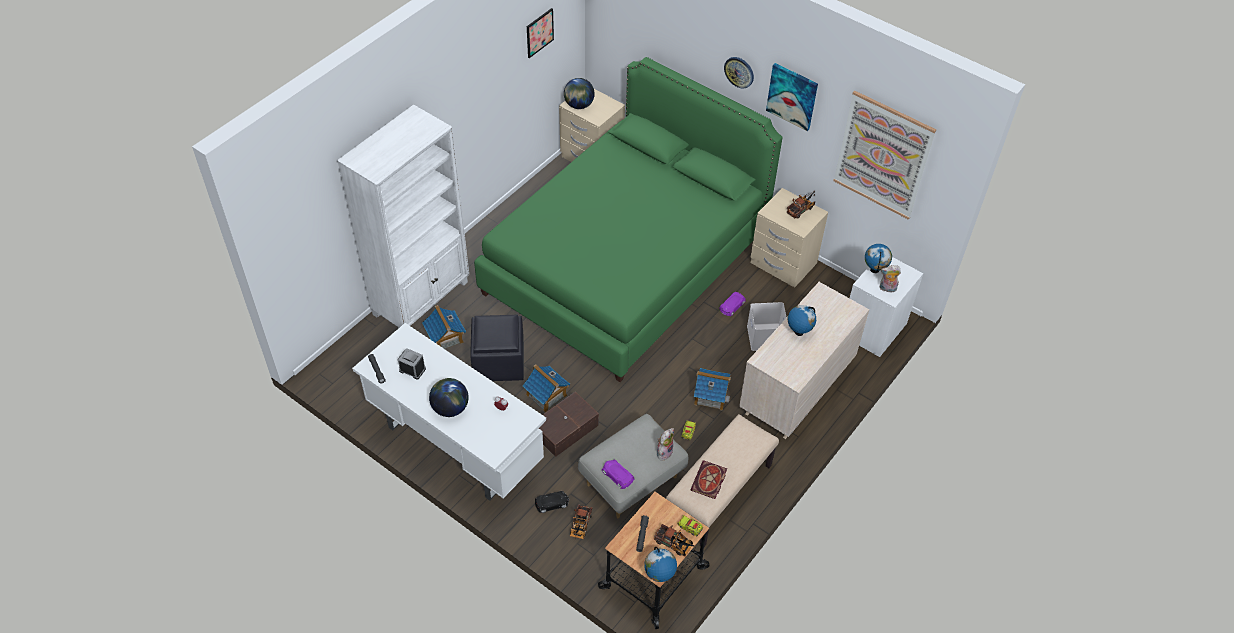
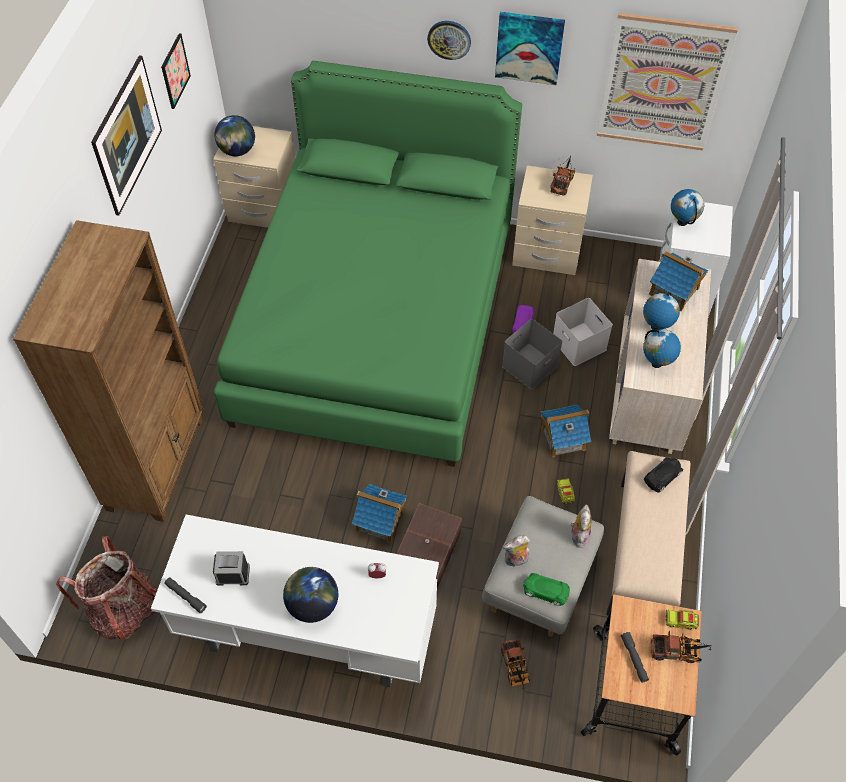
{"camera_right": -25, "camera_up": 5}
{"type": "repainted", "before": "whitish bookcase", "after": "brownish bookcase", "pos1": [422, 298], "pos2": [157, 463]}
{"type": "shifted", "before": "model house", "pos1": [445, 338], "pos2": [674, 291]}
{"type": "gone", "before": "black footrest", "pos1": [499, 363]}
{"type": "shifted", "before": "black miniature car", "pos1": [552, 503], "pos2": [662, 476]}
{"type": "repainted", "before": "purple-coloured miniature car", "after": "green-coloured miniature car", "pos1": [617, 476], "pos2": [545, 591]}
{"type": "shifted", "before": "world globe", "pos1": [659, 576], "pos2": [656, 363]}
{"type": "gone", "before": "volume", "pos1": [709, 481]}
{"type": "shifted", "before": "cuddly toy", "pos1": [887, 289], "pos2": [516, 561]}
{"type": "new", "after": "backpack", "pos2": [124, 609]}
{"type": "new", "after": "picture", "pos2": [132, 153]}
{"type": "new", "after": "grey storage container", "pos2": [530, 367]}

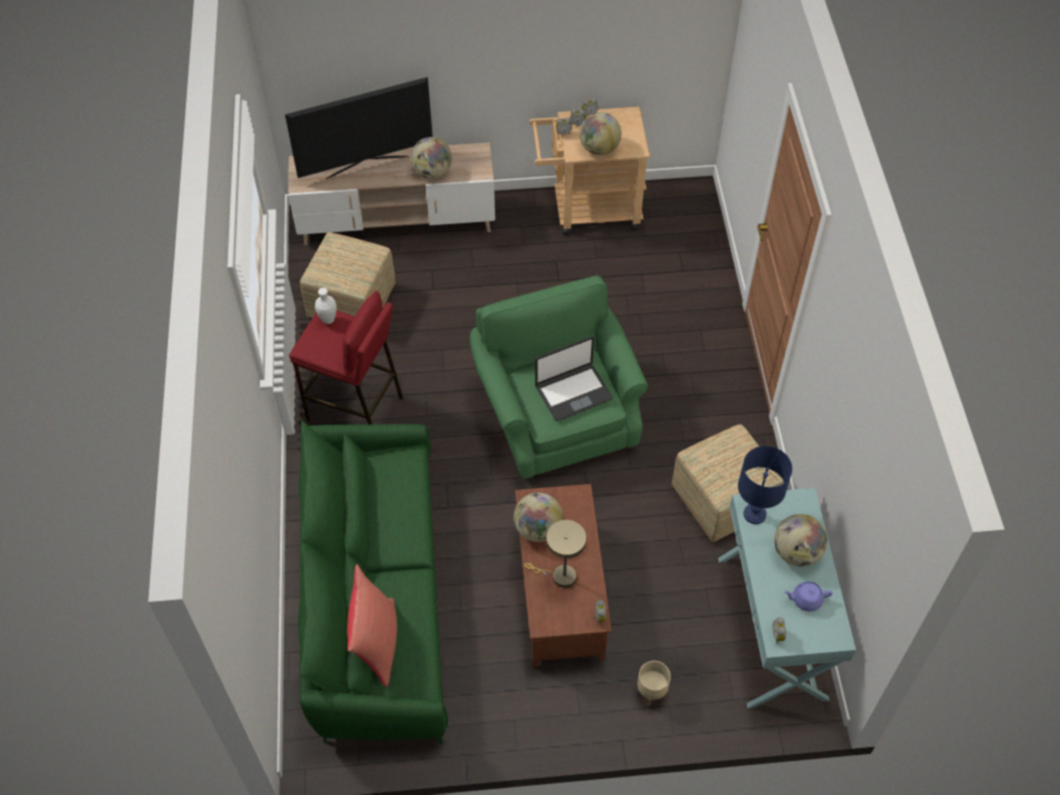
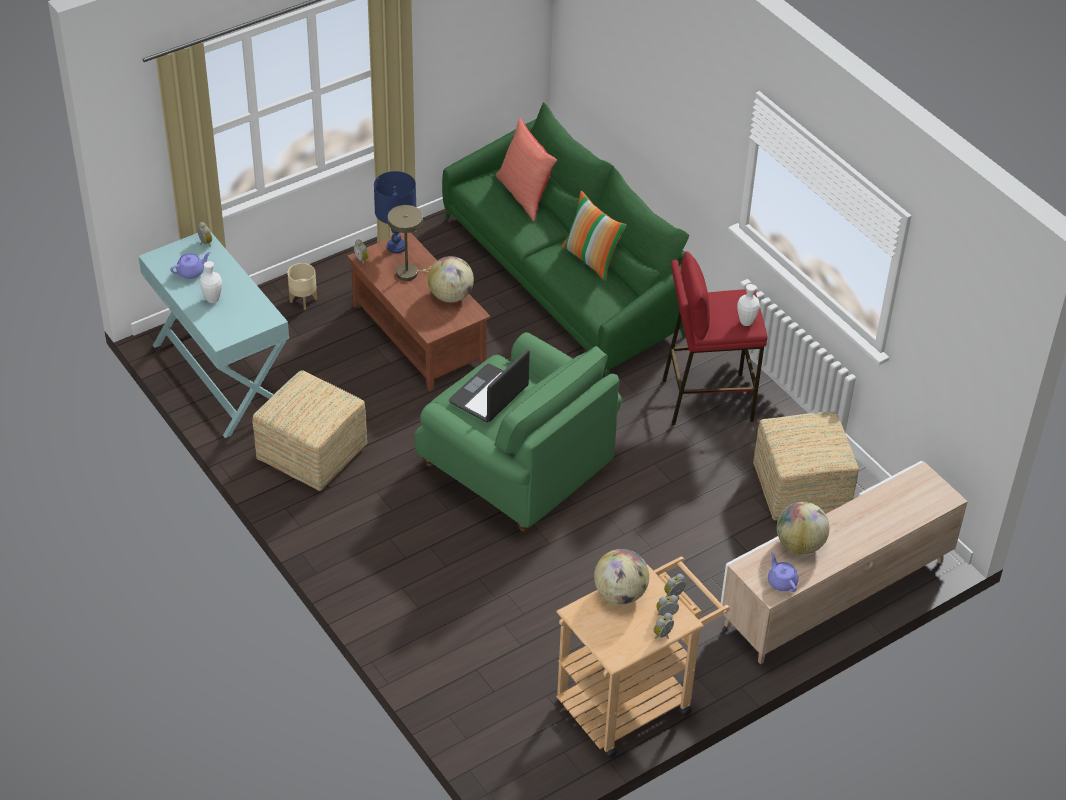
{"camera_right": 150, "camera_up": -10}
{"type": "gone", "before": "TV set", "pos1": [366, 166]}
{"type": "shifted", "before": "bluish tabletop lamp", "pos1": [754, 514], "pos2": [396, 246]}
{"type": "swapped", "before": "world globe", "after": "whitish flower vase", "pos1": [796, 552], "pos2": [212, 299]}
{"type": "new", "after": "cushion", "pos2": [591, 260]}
{"type": "new", "after": "purple-coloured tea pot", "pos2": [781, 581]}

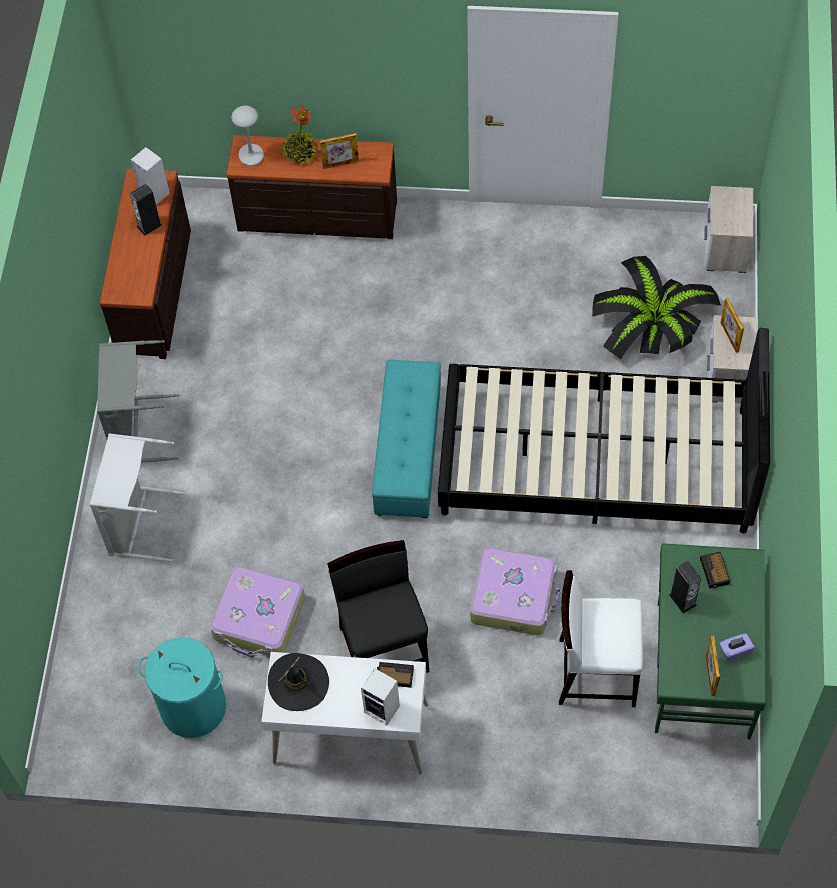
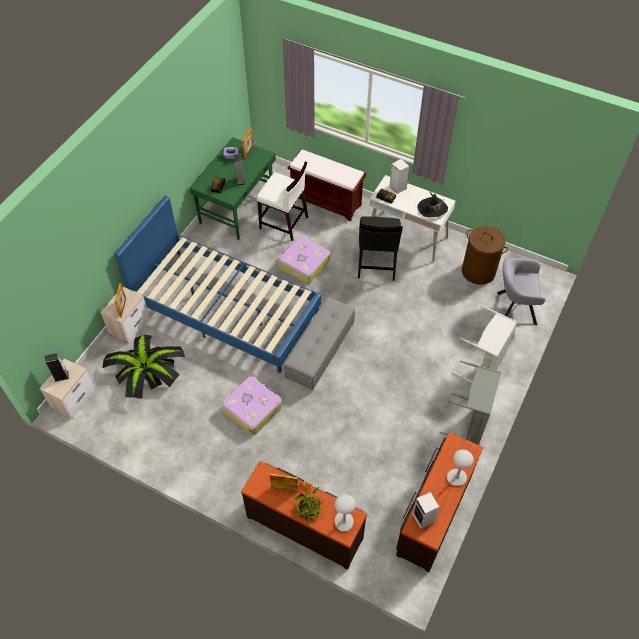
{"camera_right": -160, "camera_up": -5}
{"type": "shifted", "before": "audio speaker", "pos1": [149, 225], "pos2": [61, 376]}
{"type": "repainted", "before": "blue-green washing basket", "after": "brownish washing basket", "pos1": [193, 707], "pos2": [478, 271]}
{"type": "shifted", "before": "suitcase", "pos1": [259, 619], "pos2": [252, 408]}
{"type": "repainted", "before": "blue-green footrest", "after": "grey footrest", "pos1": [409, 451], "pos2": [320, 350]}
{"type": "repainted", "before": "black sleeping bed", "after": "bluish sleeping bed", "pos1": [597, 462], "pos2": [226, 309]}
{"type": "new", "after": "brownish bench", "pos2": [327, 201]}
{"type": "new", "after": "grey tabletop lamp", "pos2": [456, 477]}
{"type": "new", "after": "grey easy chair", "pos2": [513, 308]}

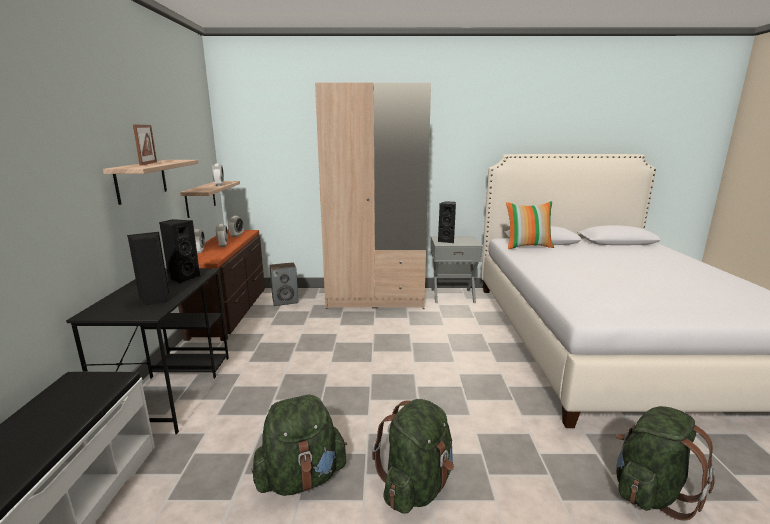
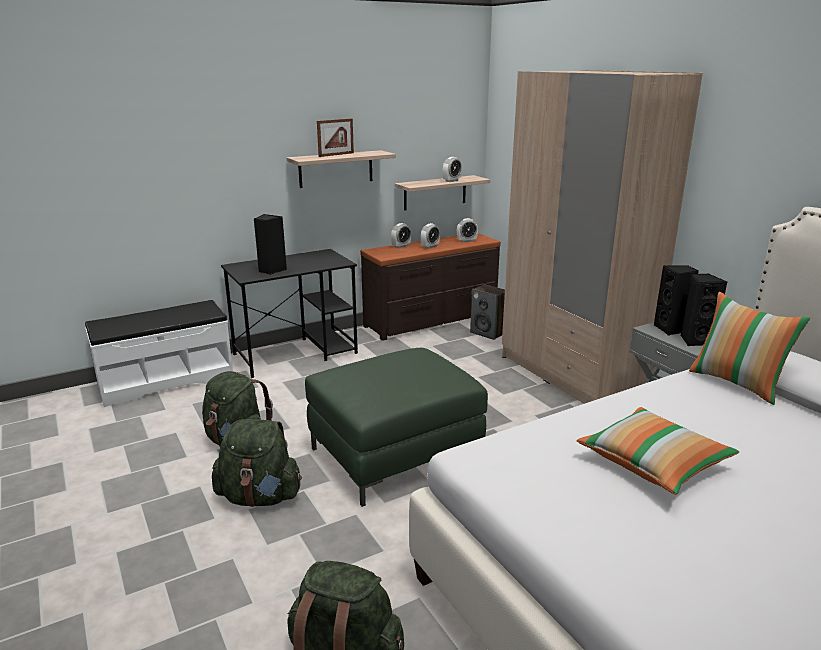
{"camera_right": 60, "camera_up": 5}
{"type": "shifted", "before": "black audio speaker", "pos1": [183, 278], "pos2": [695, 341]}
{"type": "new", "after": "green-coloured footrest", "pos2": [395, 455]}
{"type": "new", "after": "cushion", "pos2": [653, 464]}

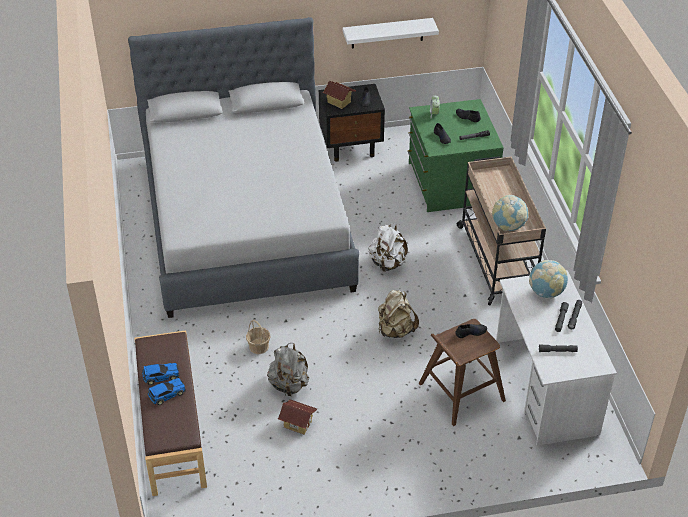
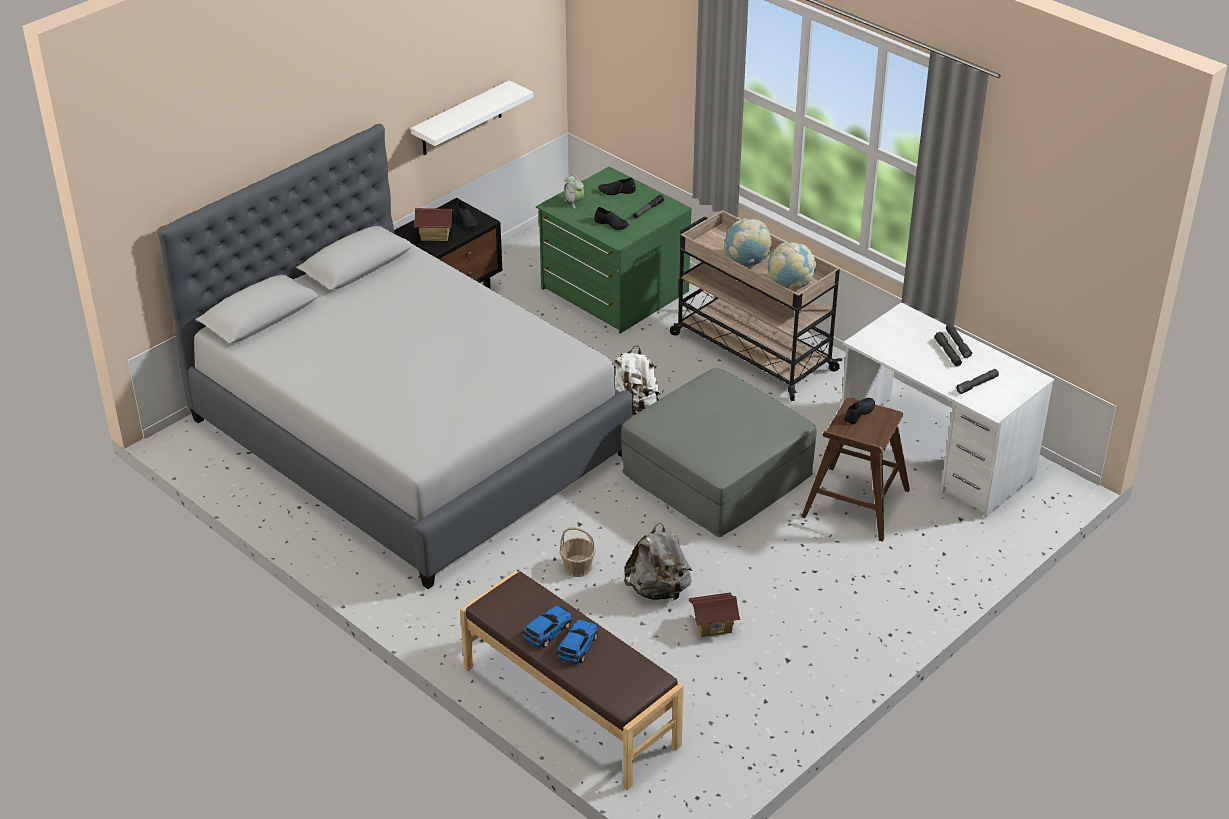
{"camera_right": -35, "camera_up": -5}
{"type": "swapped", "before": "beige-coloured backpack", "after": "grey footrest", "pos1": [395, 330], "pos2": [717, 474]}
{"type": "shifted", "before": "world globe", "pos1": [546, 292], "pos2": [747, 262]}

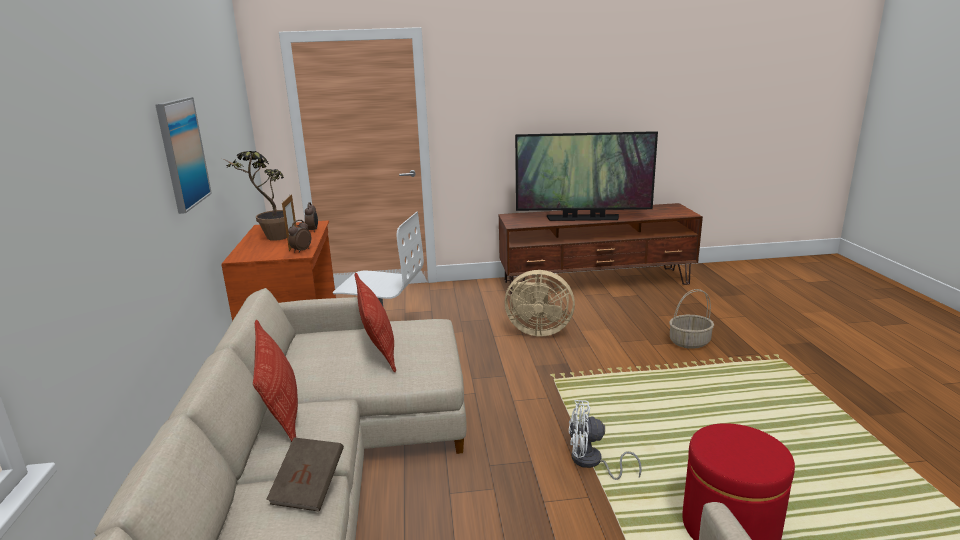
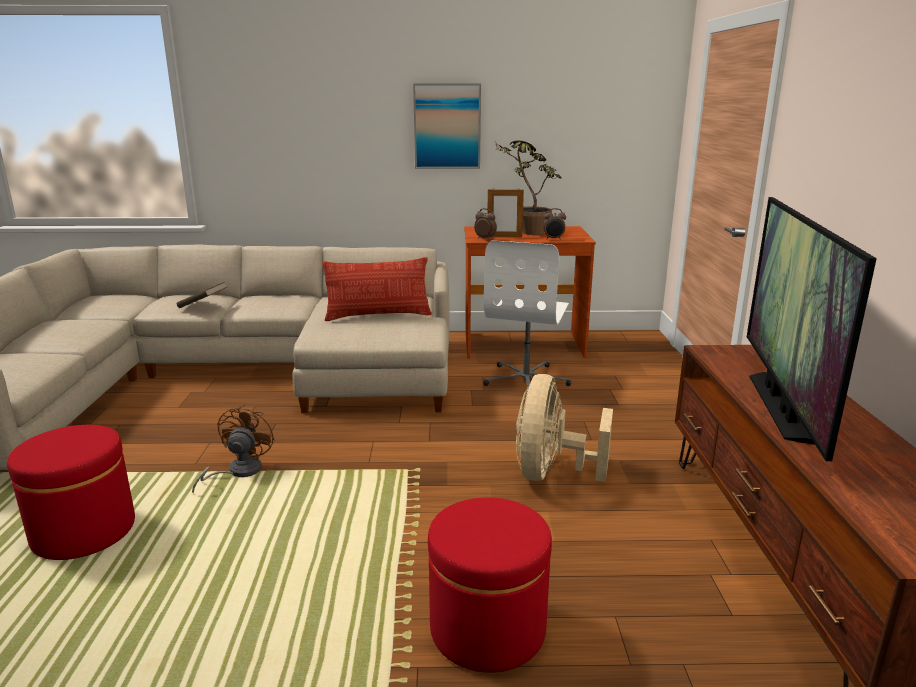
{"camera_right": 95, "camera_up": 0}
{"type": "gone", "before": "cushion", "pos1": [281, 409]}
{"type": "repainted", "before": "whitish cooling fan", "after": "brownish cooling fan", "pos1": [592, 462], "pos2": [238, 472]}
{"type": "swapped", "before": "household basket", "after": "red-coloured footrest", "pos1": [689, 342], "pos2": [487, 629]}

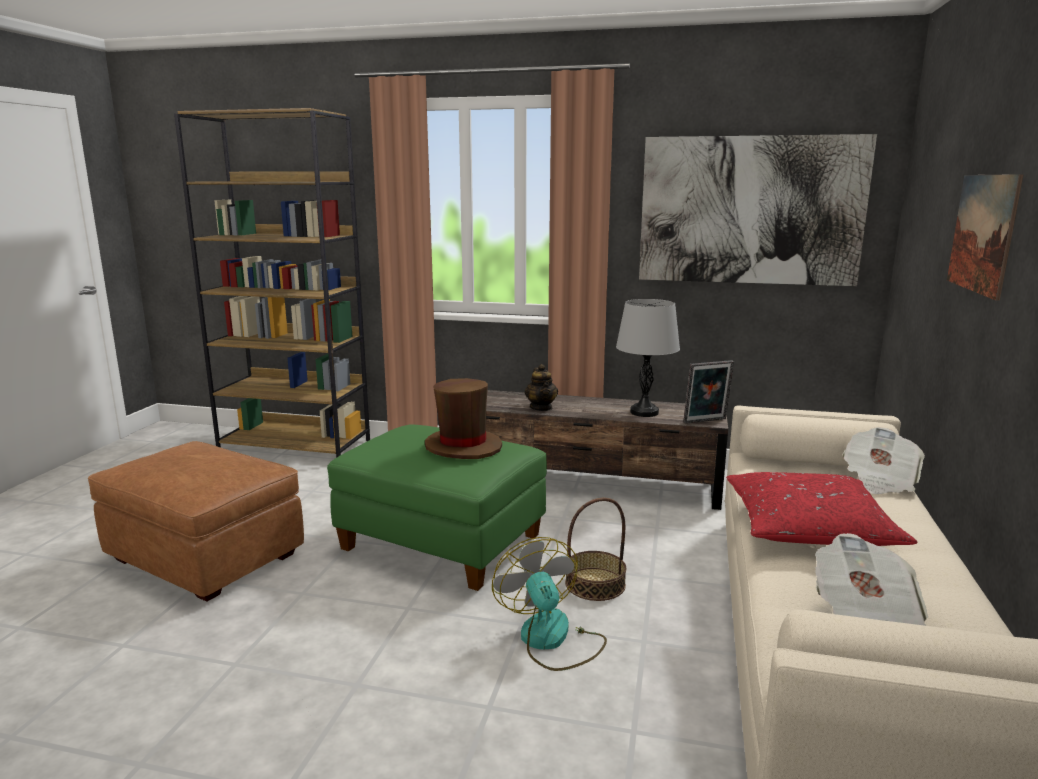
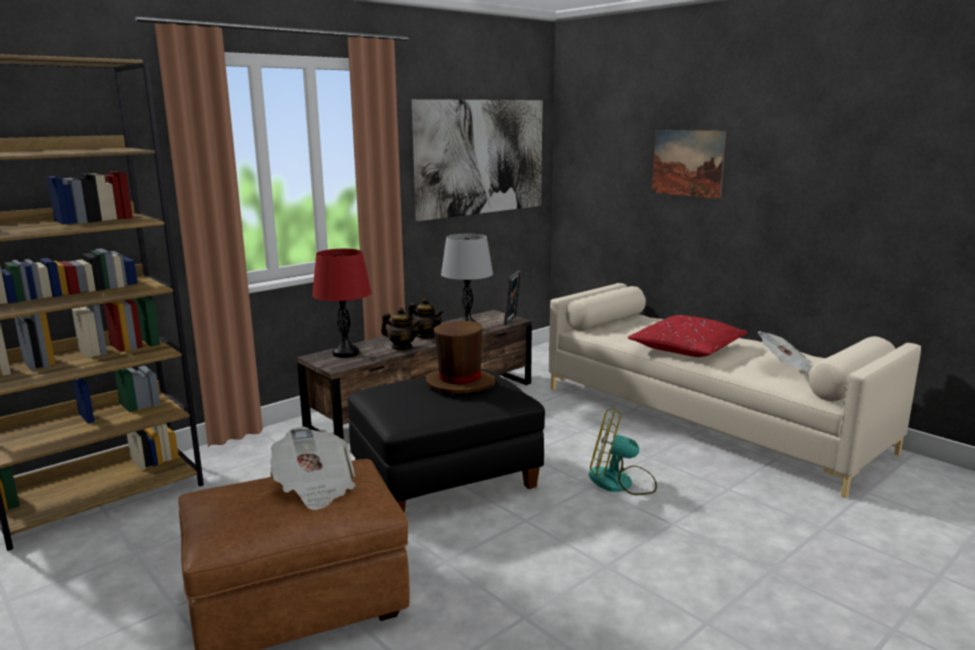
{"camera_right": -55, "camera_up": 0}
{"type": "repainted", "before": "green-coloured footrest", "after": "black footrest", "pos1": [442, 543], "pos2": [445, 481]}
{"type": "gone", "before": "household basket", "pos1": [595, 584]}
{"type": "shifted", "before": "newspaper", "pos1": [879, 481], "pos2": [314, 488]}
{"type": "new", "after": "red-coloured tabletop lamp", "pos2": [345, 353]}
{"type": "new", "after": "tea pot", "pos2": [426, 336]}

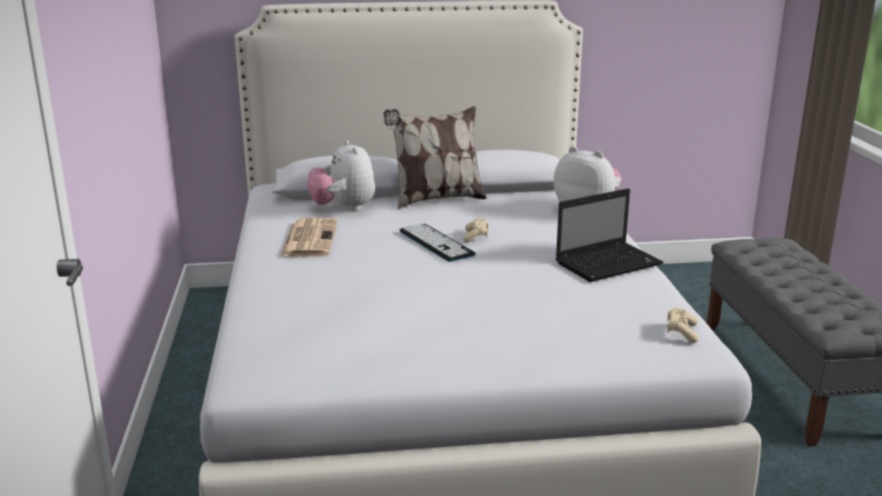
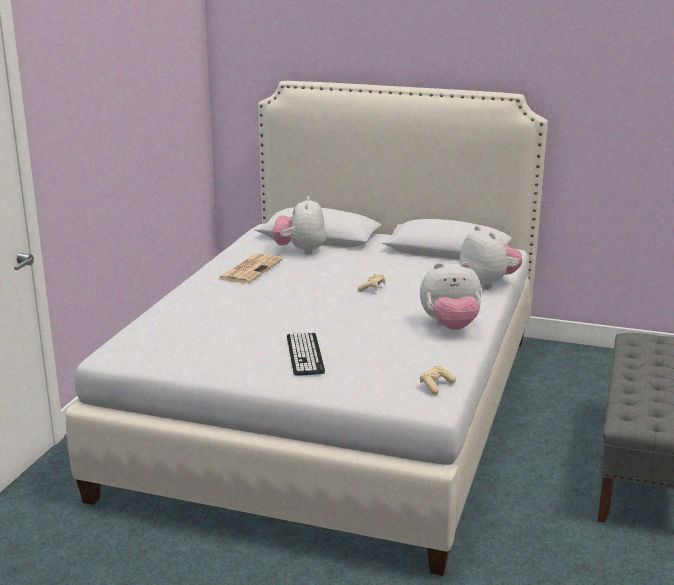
{"camera_right": 25, "camera_up": 0}
{"type": "gone", "before": "cushion", "pos1": [436, 199]}
{"type": "shifted", "before": "keyboard", "pos1": [436, 243], "pos2": [305, 354]}
{"type": "swapped", "before": "notebook computer", "after": "cuddly toy", "pos1": [609, 263], "pos2": [450, 327]}

